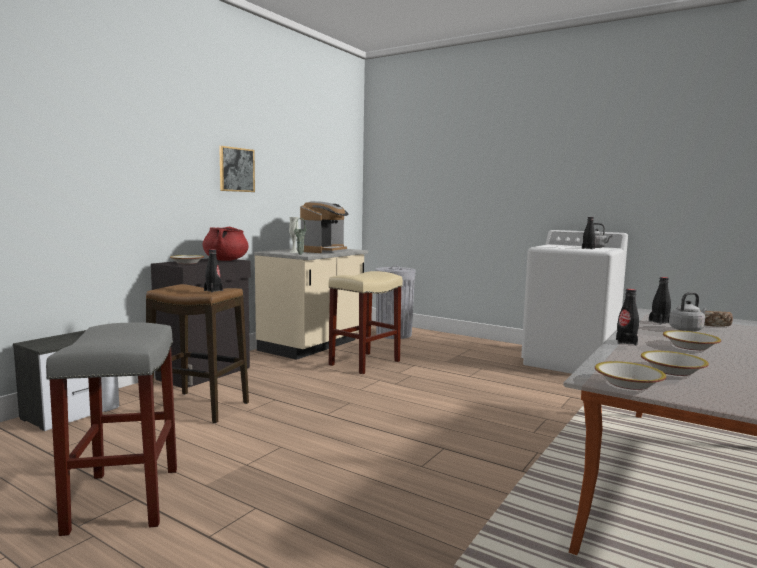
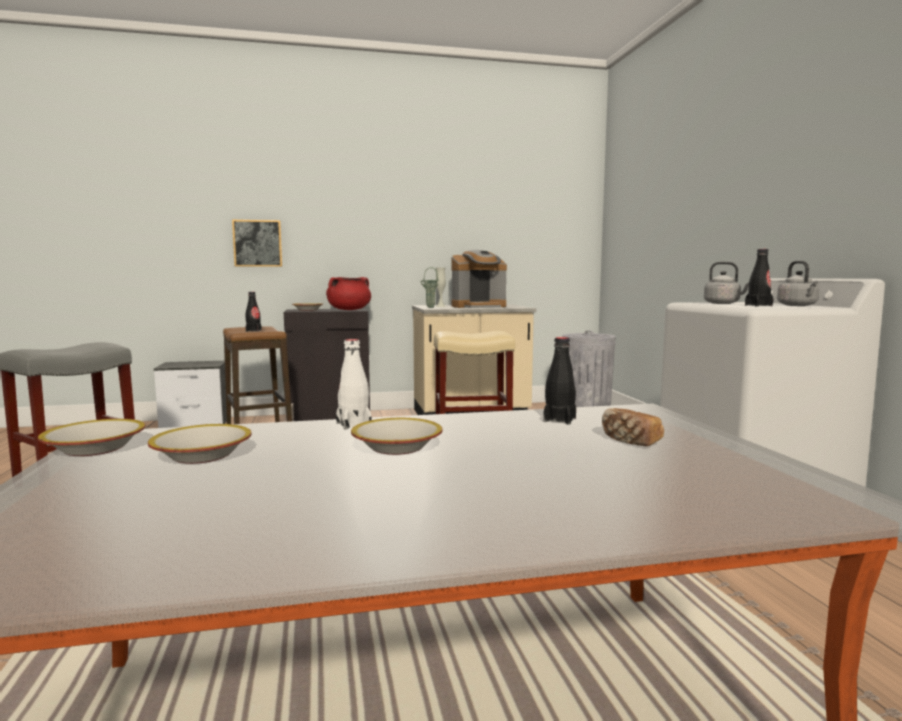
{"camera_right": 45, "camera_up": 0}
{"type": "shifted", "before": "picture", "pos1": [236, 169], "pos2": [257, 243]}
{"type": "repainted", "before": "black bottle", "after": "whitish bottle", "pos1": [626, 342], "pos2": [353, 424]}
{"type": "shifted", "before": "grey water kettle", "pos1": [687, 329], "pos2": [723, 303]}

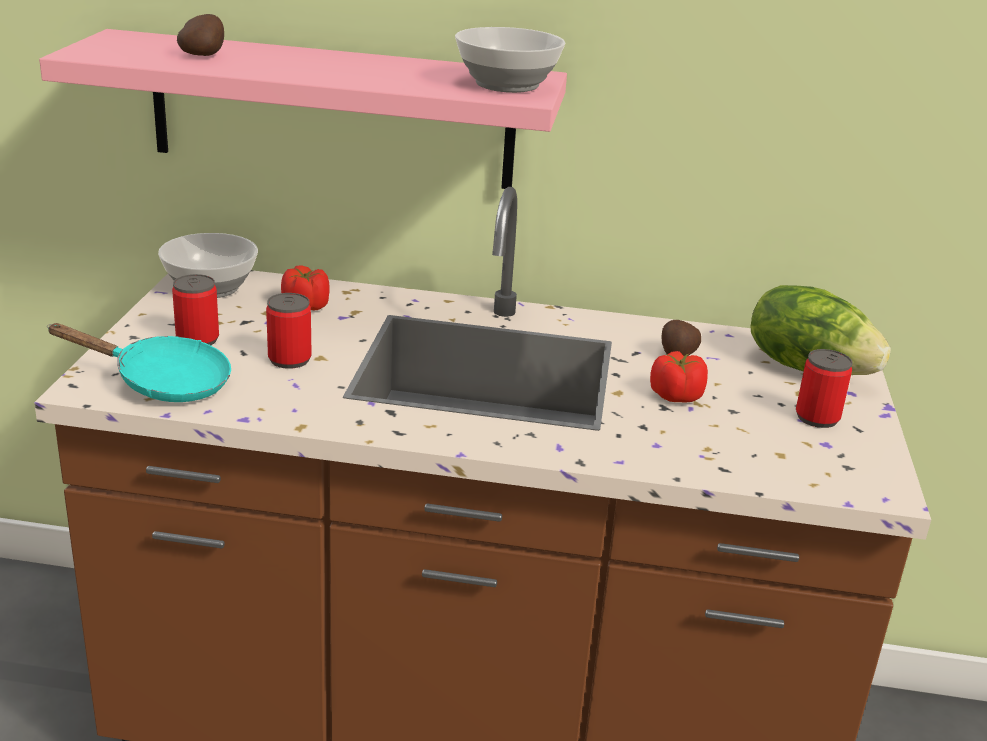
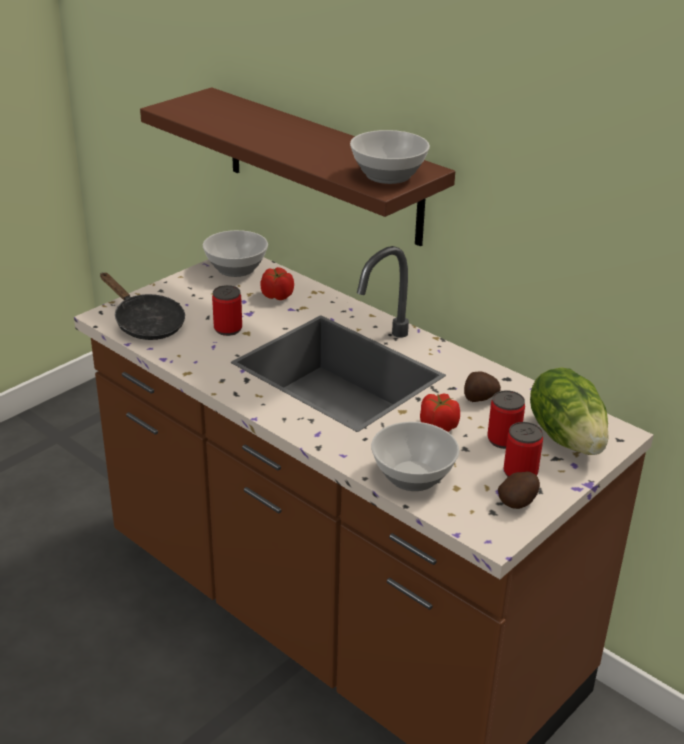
{"camera_right": 35, "camera_up": 5}
{"type": "repainted", "before": "pink-coloured wall shelf", "after": "brownish wall shelf", "pos1": [332, 111], "pos2": [322, 166]}
{"type": "repainted", "before": "blue-green pan", "after": "black pan", "pos1": [162, 382], "pos2": [145, 323]}
{"type": "shifted", "before": "can", "pos1": [197, 340], "pos2": [503, 440]}
{"type": "shifted", "before": "spud", "pos1": [204, 56], "pos2": [518, 502]}
{"type": "new", "after": "serving bowl", "pos2": [414, 476]}

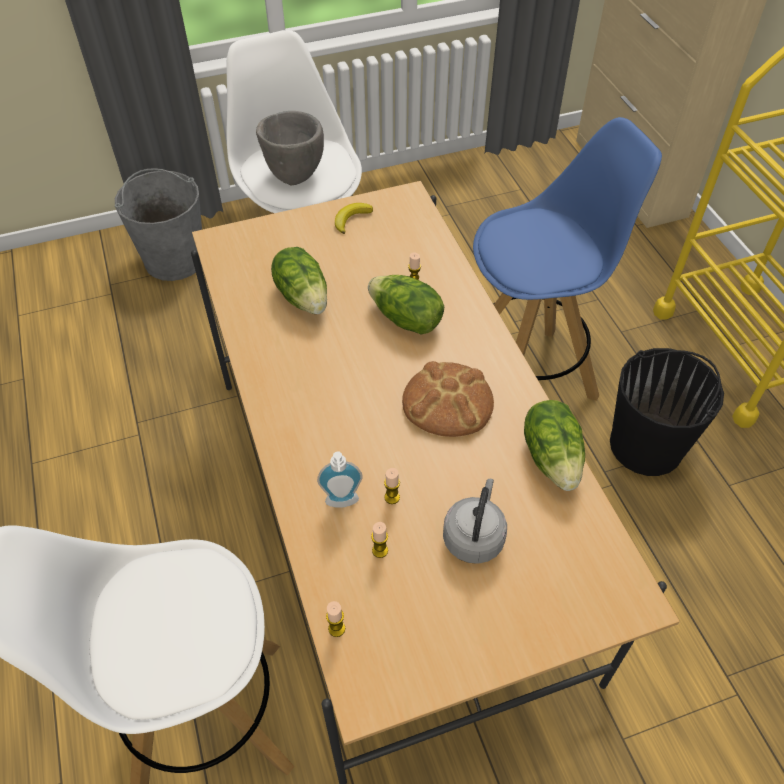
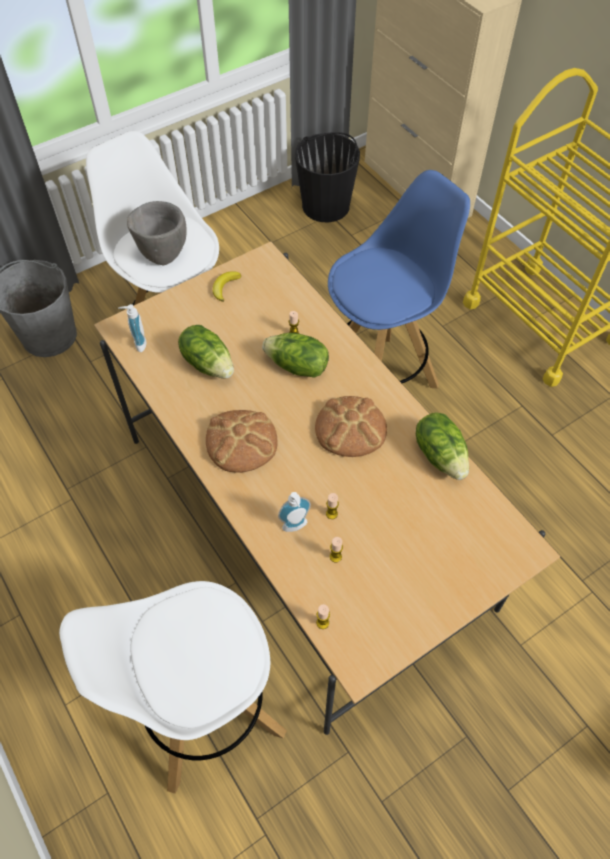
{"camera_right": -15, "camera_up": 5}
{"type": "gone", "before": "grey water kettle", "pos1": [474, 536]}
{"type": "shifted", "before": "black bucket", "pos1": [647, 445], "pos2": [326, 205]}
{"type": "new", "after": "liquid soap bottle", "pos2": [138, 344]}
{"type": "new", "after": "bread", "pos2": [241, 441]}

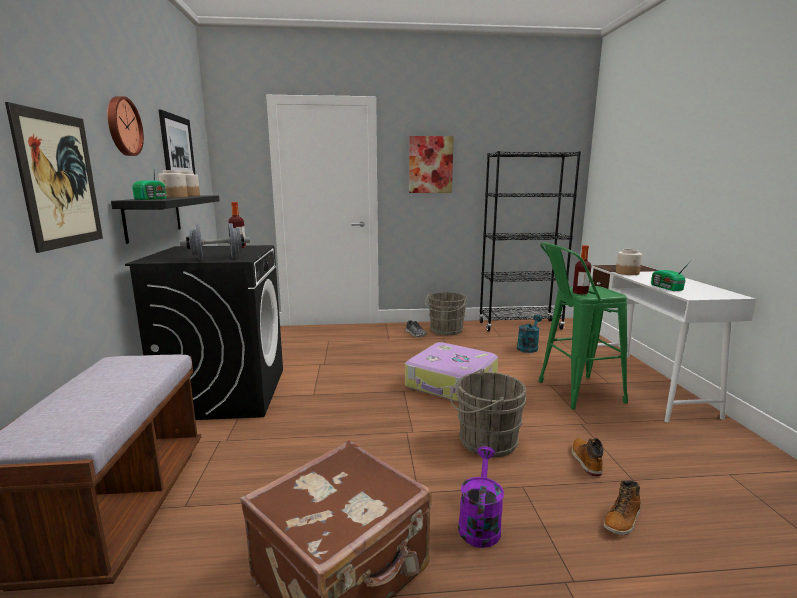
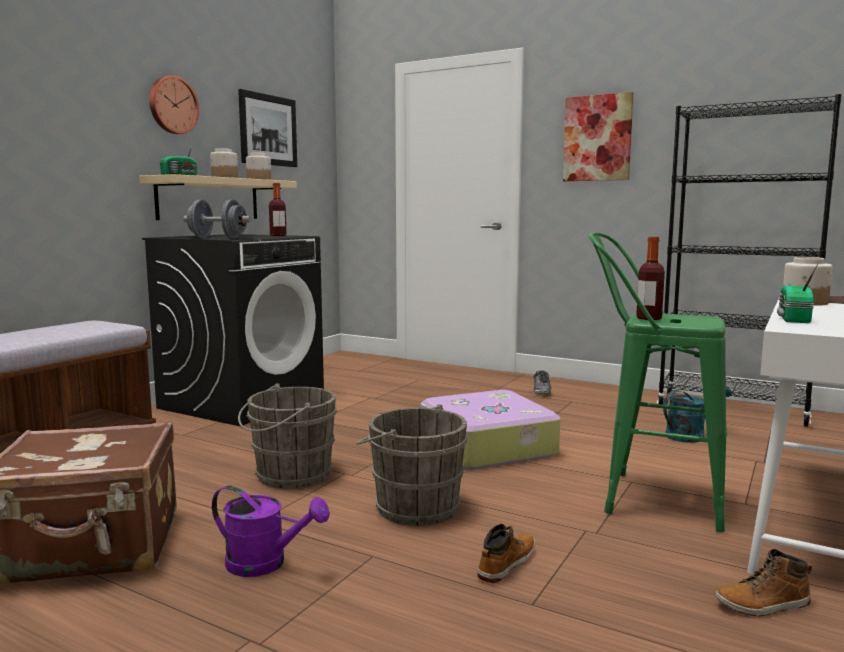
{"camera_right": 35, "camera_up": -5}
{"type": "gone", "before": "picture", "pos1": [59, 180]}
{"type": "repainted", "before": "black wall shelf", "after": "beige-coloured wall shelf", "pos1": [153, 216], "pos2": [209, 199]}
{"type": "shifted", "before": "grey bucket", "pos1": [445, 331], "pos2": [289, 475]}
{"type": "rotated", "before": "purple-coloured sprinkling can", "pos1": [479, 523], "pos2": [266, 564], "turn": 60}
{"type": "shifted", "before": "boot", "pos1": [622, 520], "pos2": [763, 605]}

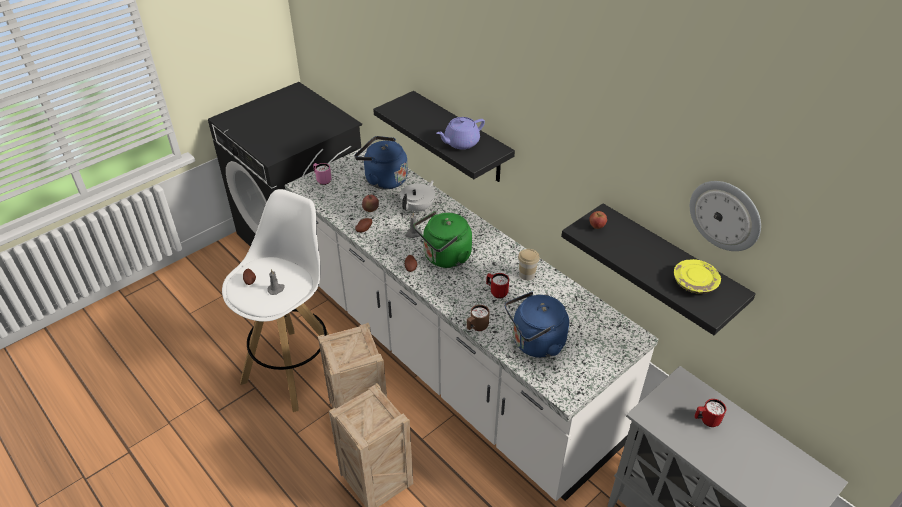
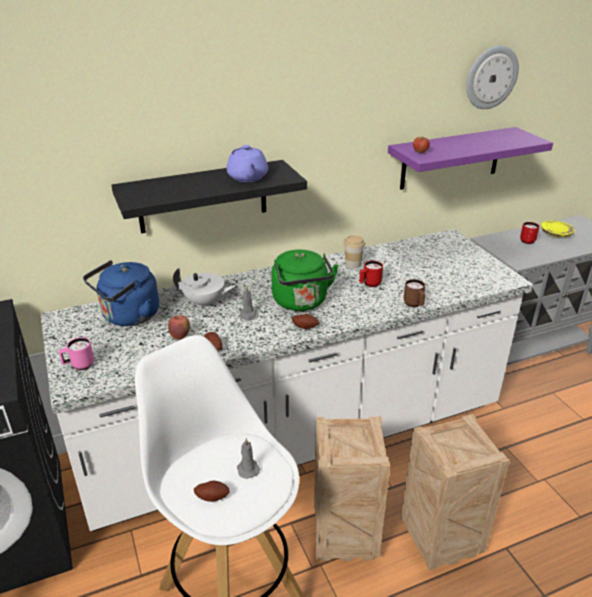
{"camera_right": -70, "camera_up": -10}
{"type": "rotated", "before": "whitish tea pot", "pos1": [418, 208], "pos2": [205, 302], "turn": 135}
{"type": "gone", "before": "bluish water kettle", "pos1": [535, 343]}
{"type": "repainted", "before": "black wall shelf", "after": "purple-coloured wall shelf", "pos1": [668, 265], "pos2": [451, 158]}
{"type": "shifted", "before": "yellow plate", "pos1": [695, 282], "pos2": [556, 234]}

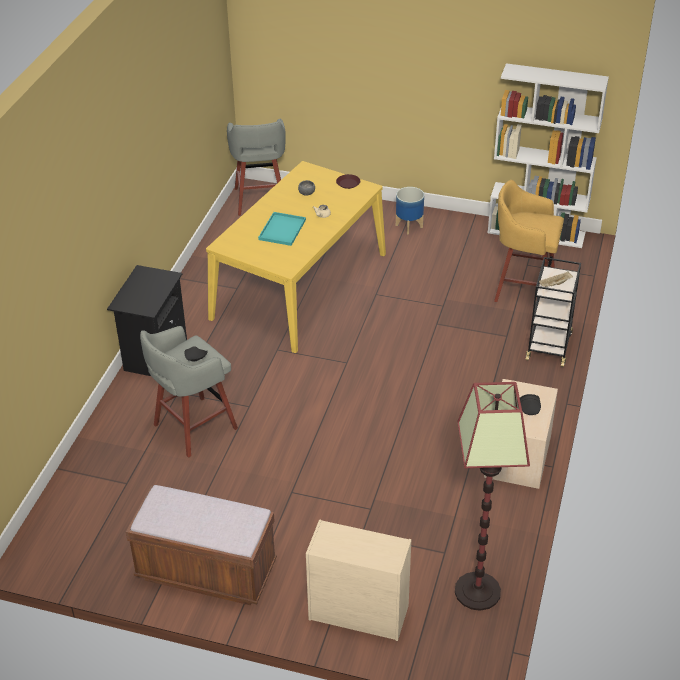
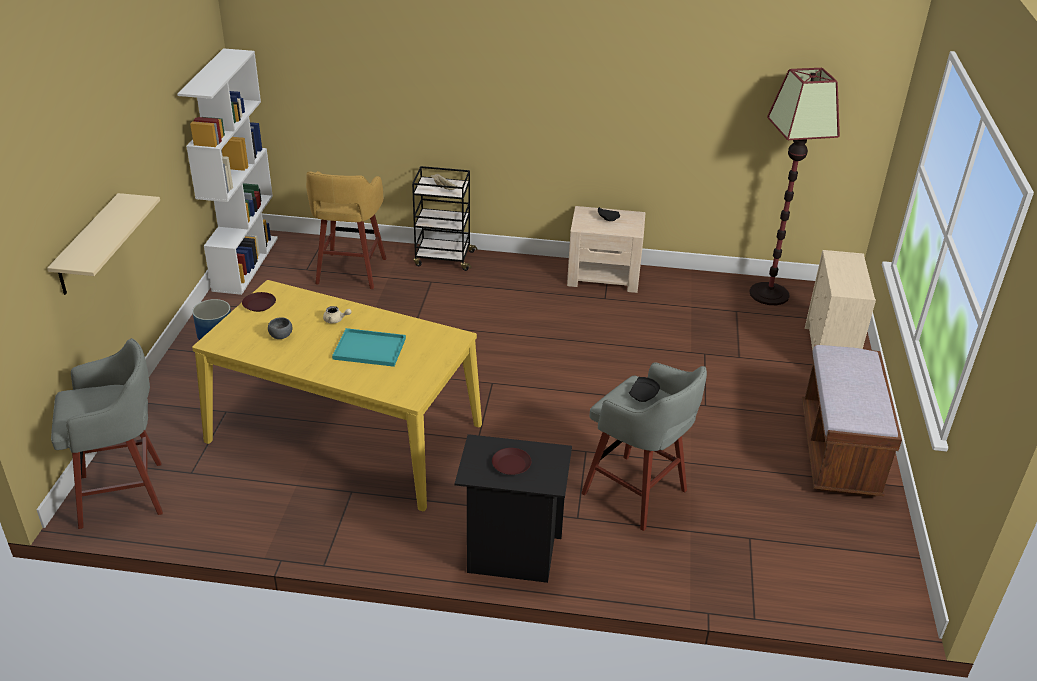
{"camera_right": -100, "camera_up": -5}
{"type": "new", "after": "beige-coloured wall shelf", "pos2": [88, 245]}
{"type": "new", "after": "brownish plate", "pos2": [511, 465]}

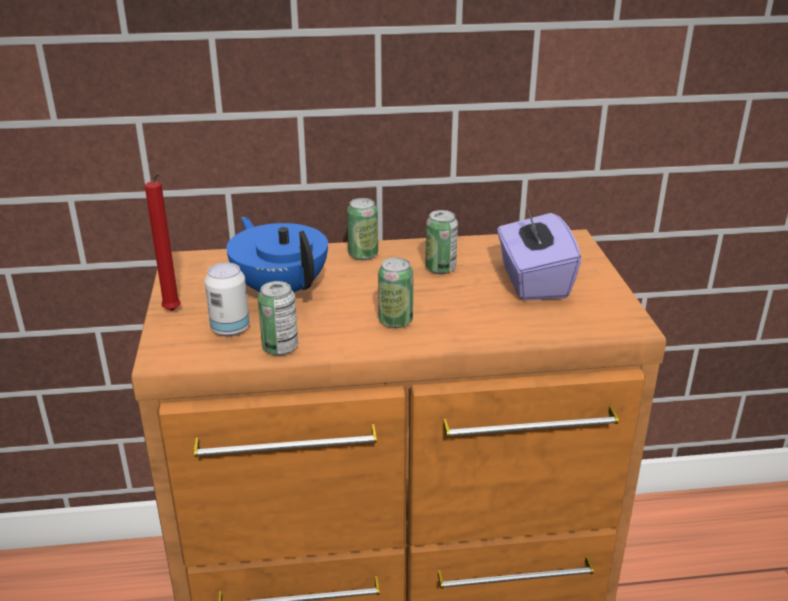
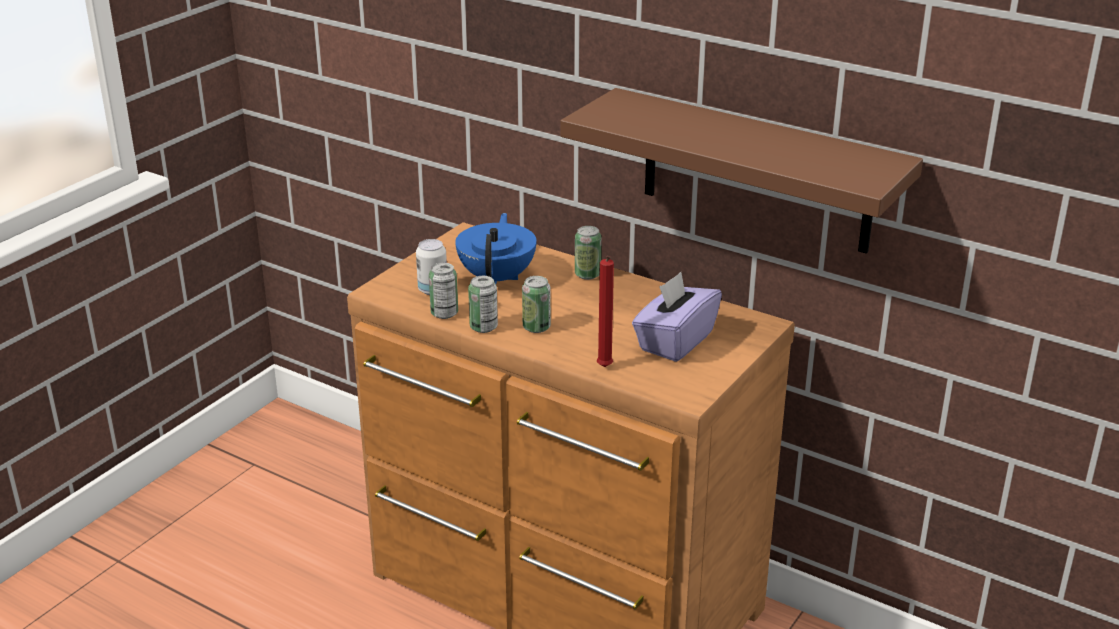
{"camera_right": 40, "camera_up": 0}
{"type": "shifted", "before": "red-coloured wax light", "pos1": [173, 312], "pos2": [604, 368]}
{"type": "shifted", "before": "can", "pos1": [440, 268], "pos2": [483, 327]}
{"type": "new", "after": "brownish wall shelf", "pos2": [756, 171]}

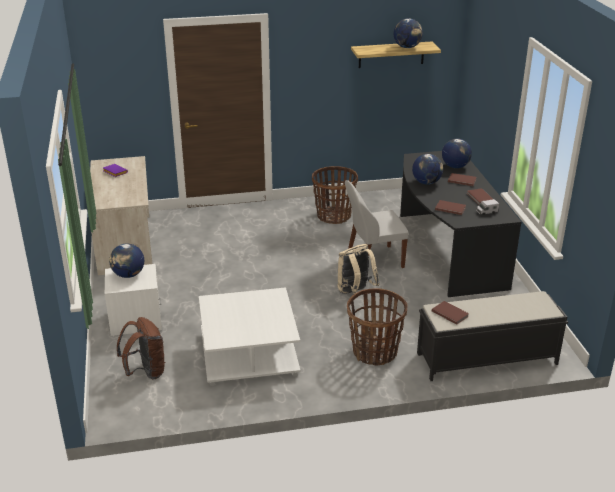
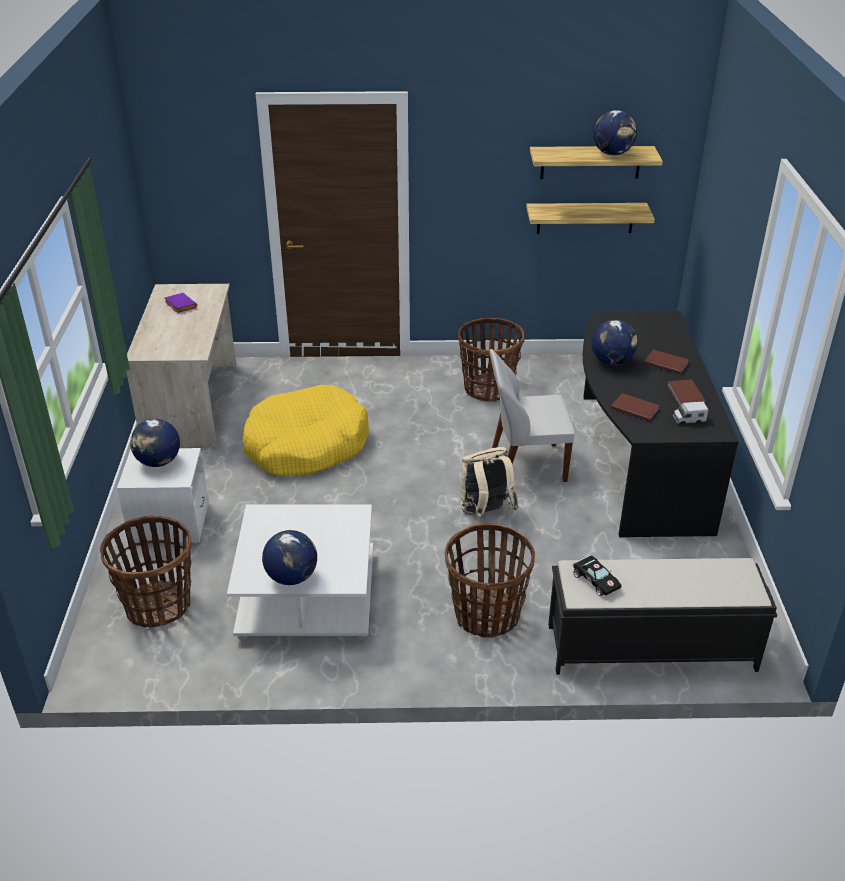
{"camera_right": 10, "camera_up": 5}
{"type": "swapped", "before": "brownish backpack", "after": "household basket", "pos1": [145, 372], "pos2": [158, 605]}
{"type": "swapped", "before": "brownish volume", "after": "black miniature car", "pos1": [450, 313], "pos2": [594, 580]}
{"type": "shifted", "before": "world globe", "pos1": [455, 166], "pos2": [291, 577]}
{"type": "new", "after": "yellow dog bed", "pos2": [306, 445]}
{"type": "new", "after": "wall shelf", "pos2": [585, 218]}

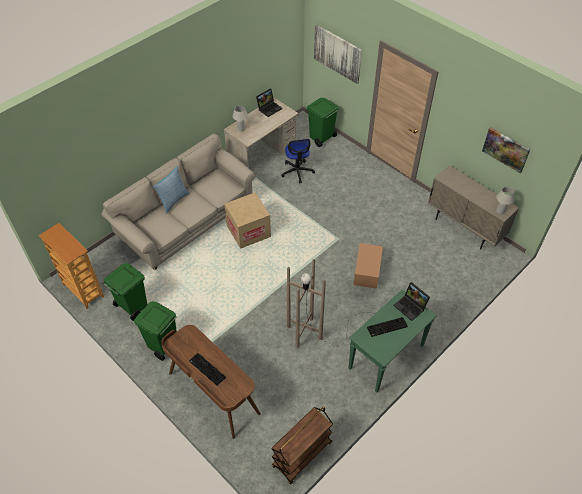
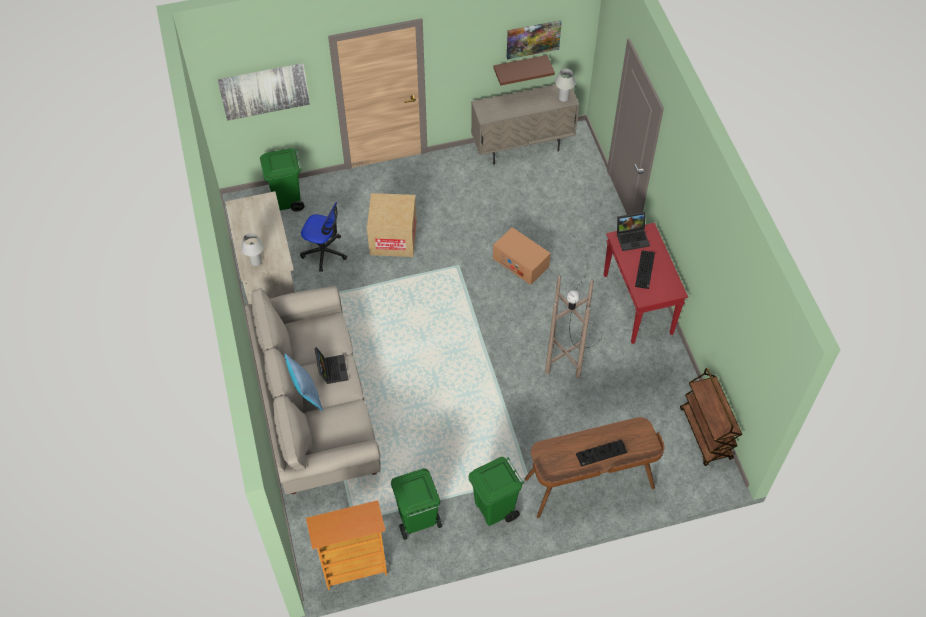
{"camera_right": -60, "camera_up": 5}
{"type": "shifted", "before": "packing box", "pos1": [248, 231], "pos2": [393, 238]}
{"type": "shifted", "before": "notebook computer", "pos1": [269, 108], "pos2": [331, 369]}
{"type": "repainted", "before": "green-coloured hall table", "after": "red-coloured hall table", "pos1": [386, 357], "pos2": [638, 305]}
{"type": "new", "after": "brownish wall shelf", "pos2": [520, 67]}

